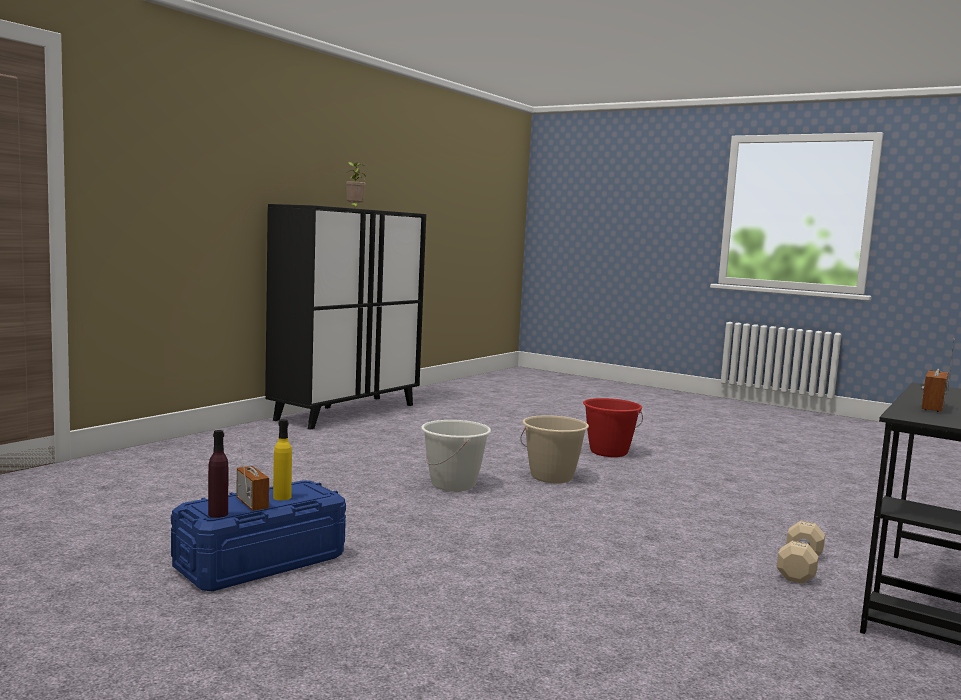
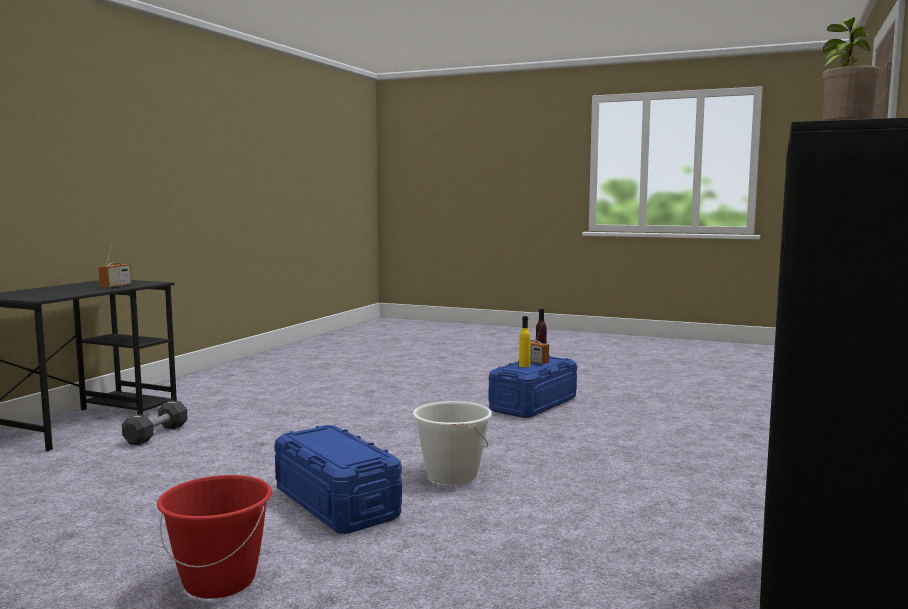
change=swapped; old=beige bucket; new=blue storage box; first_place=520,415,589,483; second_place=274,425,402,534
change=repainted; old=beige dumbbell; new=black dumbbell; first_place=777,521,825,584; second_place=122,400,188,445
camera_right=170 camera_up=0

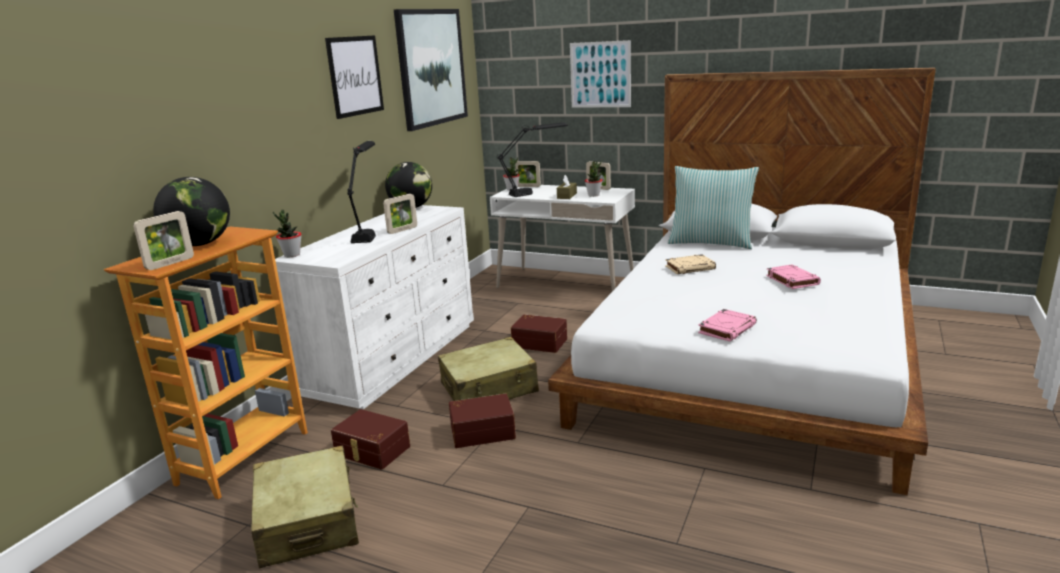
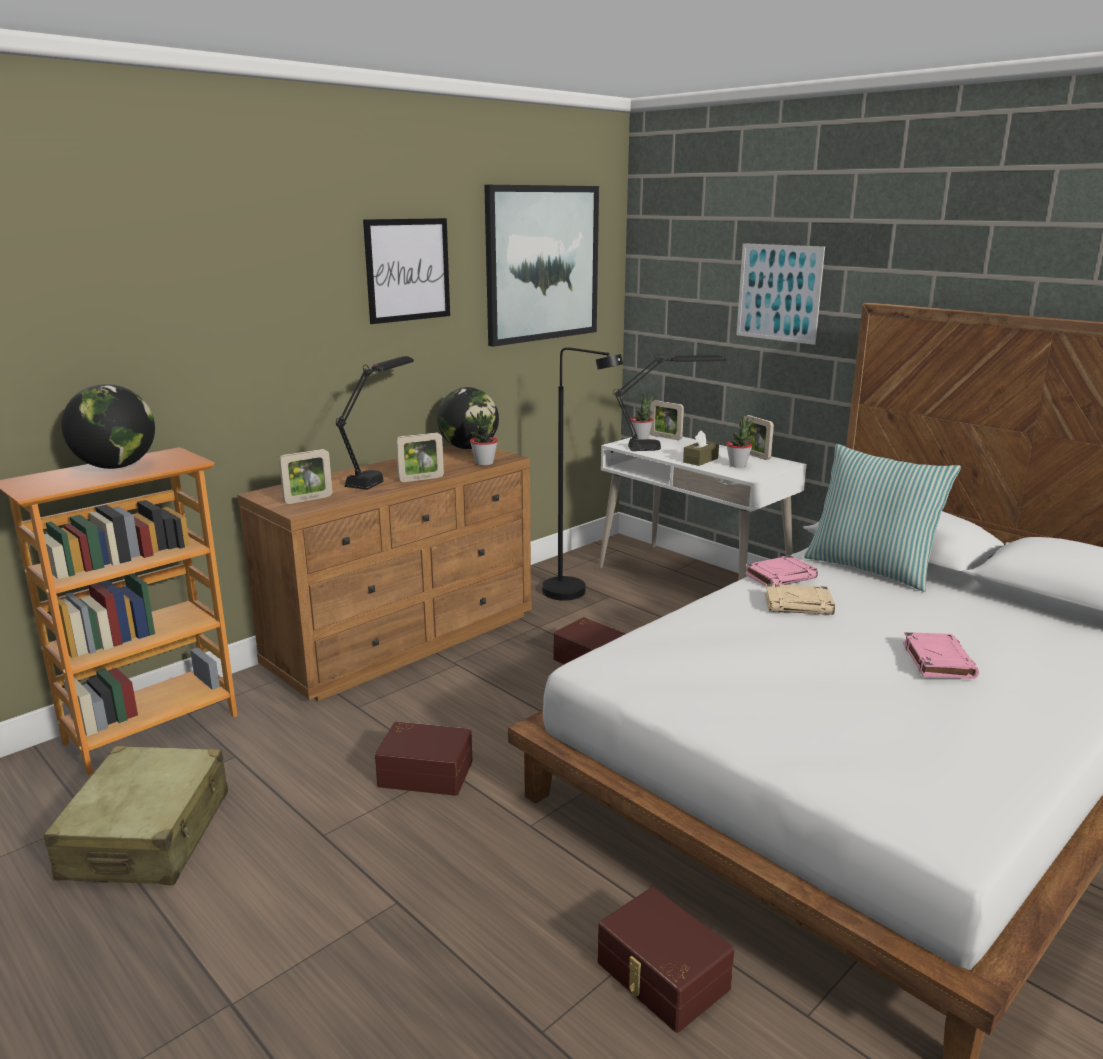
change=repainted; old=white dresser; new=brown dresser; first_place=275,205,474,409; second_place=237,445,532,701
change=shifted; old=potted plant; first_place=273,210,301,257; second_place=470,411,498,466
change=shifted; old=picture frame; first_place=133,211,194,270; second_place=279,449,332,504
change=shifted; old=pink book; first_place=698,309,757,341; second_place=745,555,818,586
change=gone; old=beige suitcase; first_place=438,337,539,401
change=shifted; old=brown storage box; first_place=331,409,410,470; second_place=598,887,734,1033
change=new; new=black floor lamp; second_place=542,347,623,601
camera_right=20 camera_up=0

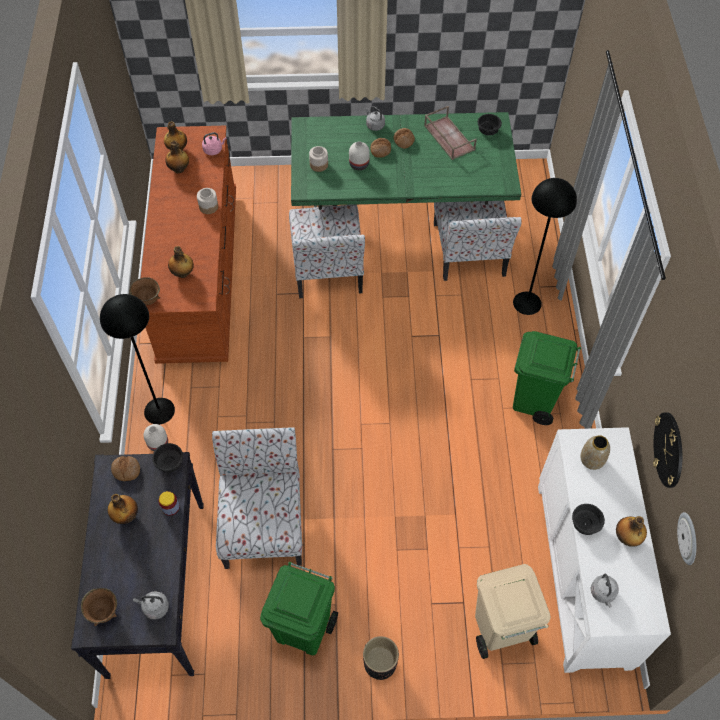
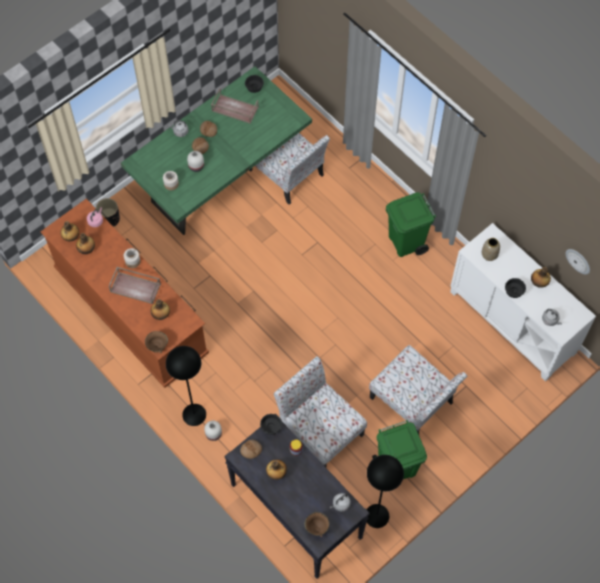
change=shifted; old=black floor lamp; first_place=513,178,577,315; second_place=366,455,404,528
change=shifted; old=chair; first_place=289,204,365,299; second_place=369,345,467,437
change=gone; old=wall clock; first_place=653,412,682,488
change=gone; old=beige trash can; first_place=475,564,551,659
change=shifted; old=black planter; first_place=363,636,399,680; second_place=96,198,120,227
change=new; new=brown tray; second_place=109,267,161,304
camera_right=-40 camera_up=5

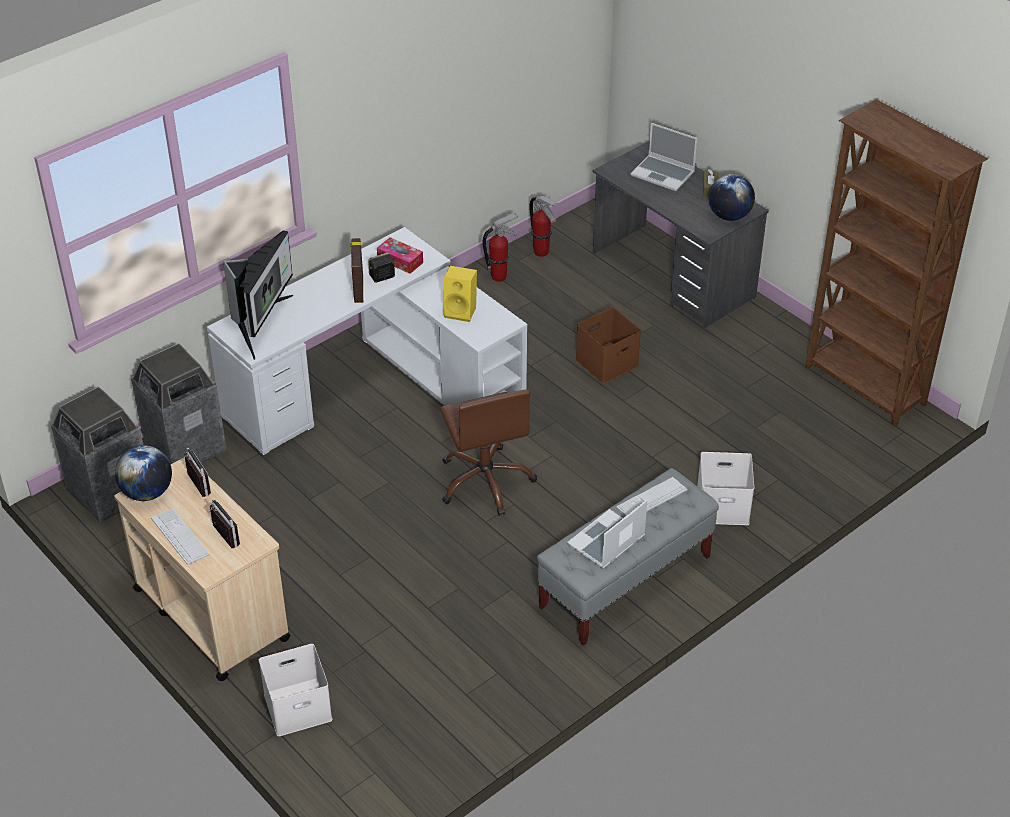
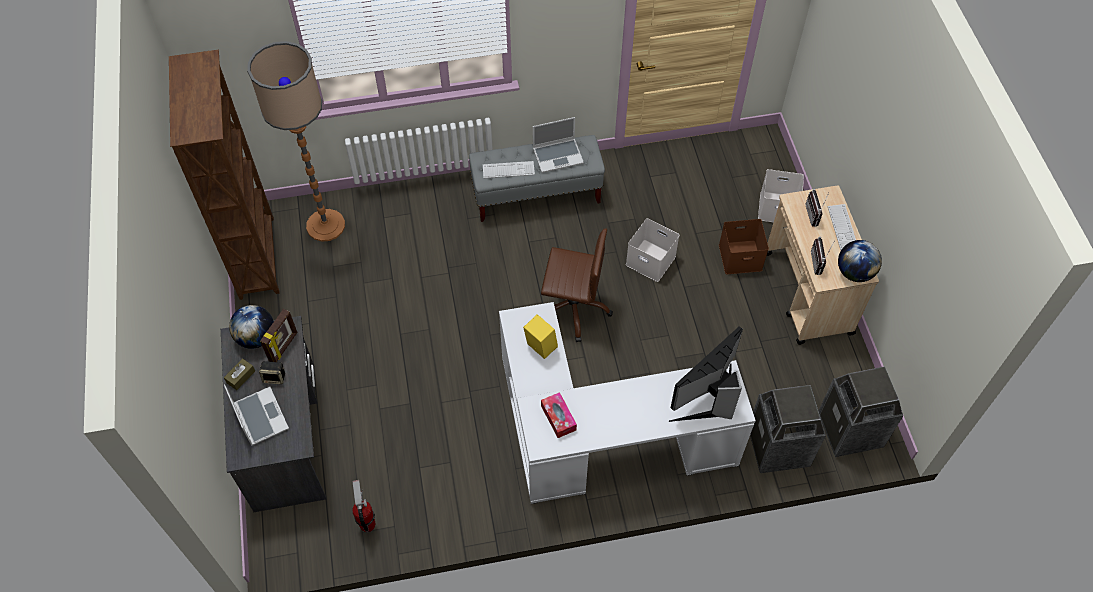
change=gone; old=fire extinguisher; first_place=483,213,518,282
change=shifted; old=picture frame; first_place=350,238,363,303; second_place=260,309,297,362
change=shifted; old=speaker; first_place=368,253,395,283; second_place=259,361,285,384
change=shifted; old=brown storage box; first_place=576,307,641,384; second_place=719,219,769,274
change=rotated; old=brown office chair; first_place=440,390,537,516; second_place=541,228,613,342; degrees=90
change=shifted; old=white storage box; first_place=697,452,754,525; second_place=626,218,680,282
change=new; new=floor lamp; second_place=247,41,345,241
camera_right=-150 camera_up=15

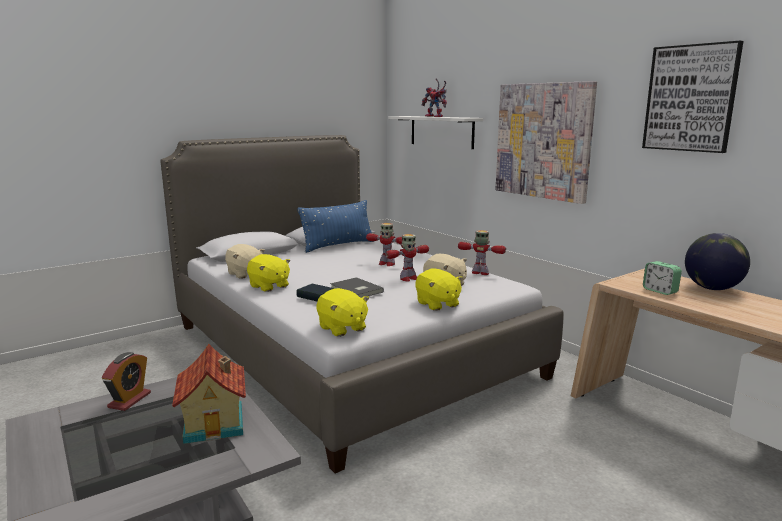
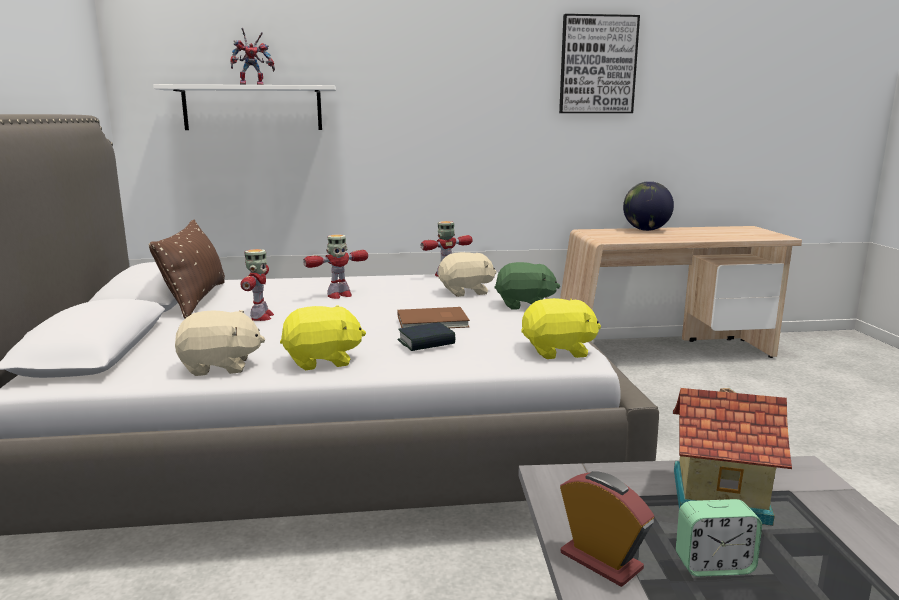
change=gone; old=picture; first_place=495,81,597,204
change=repainted; old=blue pillow; new=brown pillow; first_place=297,200,375,253; second_place=149,220,225,319
change=shifted; old=toy robot; first_place=385,234,429,281; second_place=240,249,274,321
change=shifted; old=alarm clock; first_place=643,261,682,295; second_place=676,499,762,577
change=repainted; old=yellow plush toy; new=green plush toy; first_place=415,268,463,311; second_place=494,262,560,310
change=repainted; old=grey book; new=brown book; first_place=330,277,384,298; second_place=398,307,470,328
camera_right=-60 camera_up=0

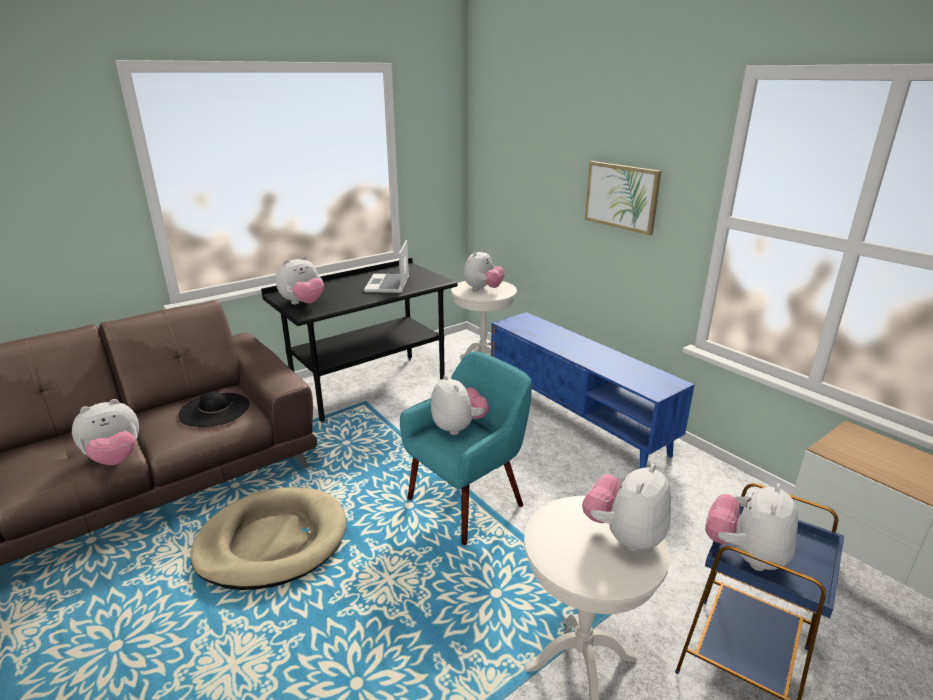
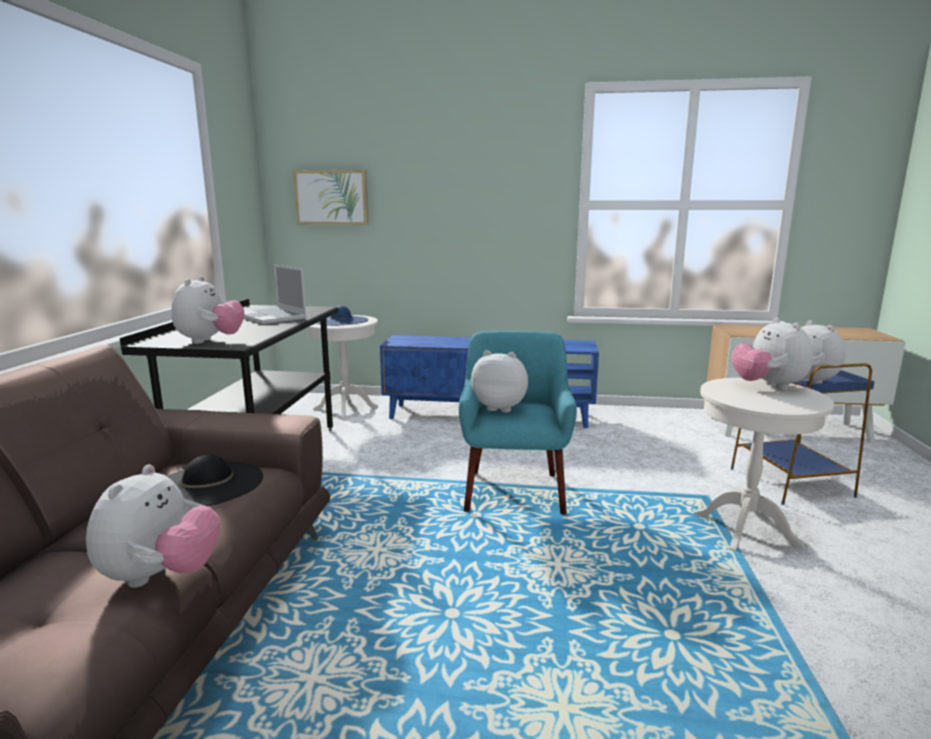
change=shifted; old=picture; first_place=585,161,662,235; second_place=293,170,368,225
change=swapped; old=plush toy; new=blue hat; first_place=464,249,505,291; second_place=317,305,368,326
change=gone; old=beige dog bed; first_place=190,487,347,590
camera_right=-45 camera_up=-10

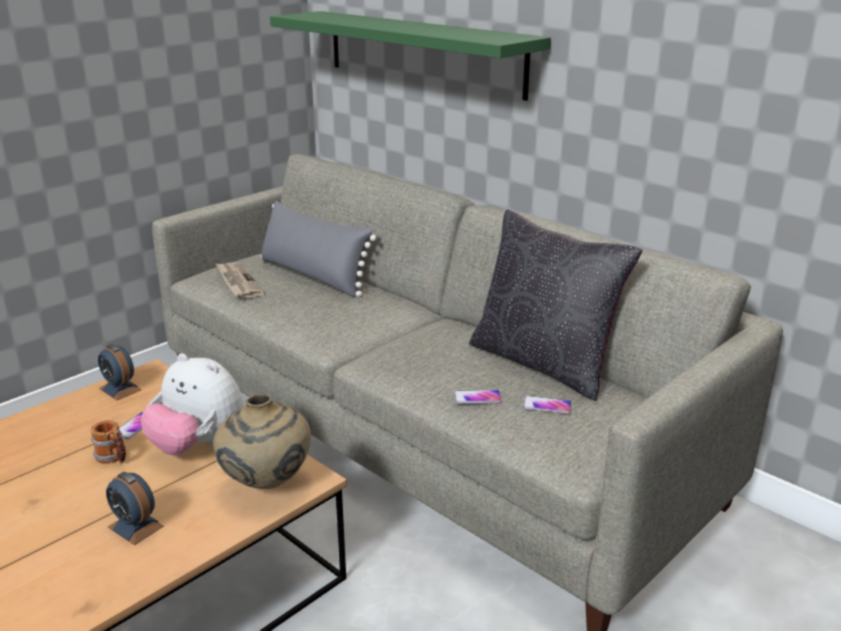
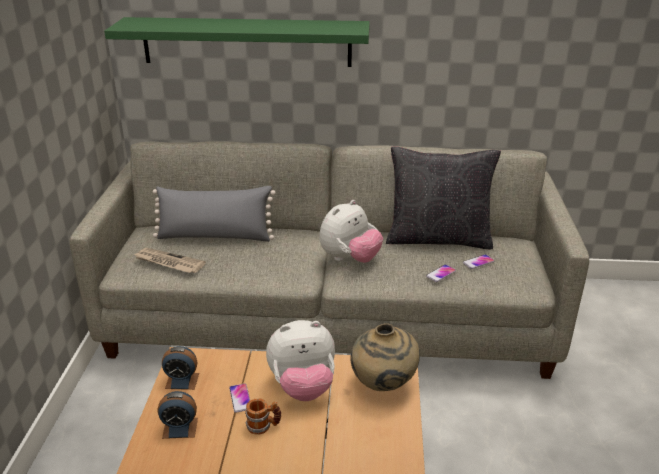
change=shifted; old=alarm clock; first_place=106,472,164,545; second_place=158,391,198,439
change=new; new=plush toy; second_place=319,200,383,263
camera_right=-40 camera_up=5

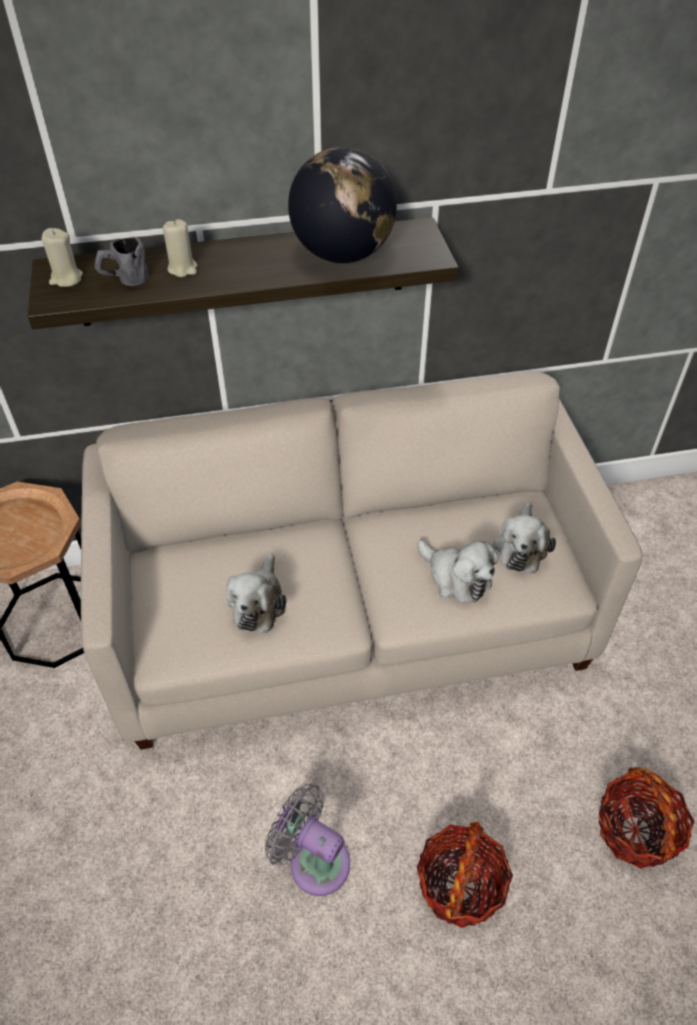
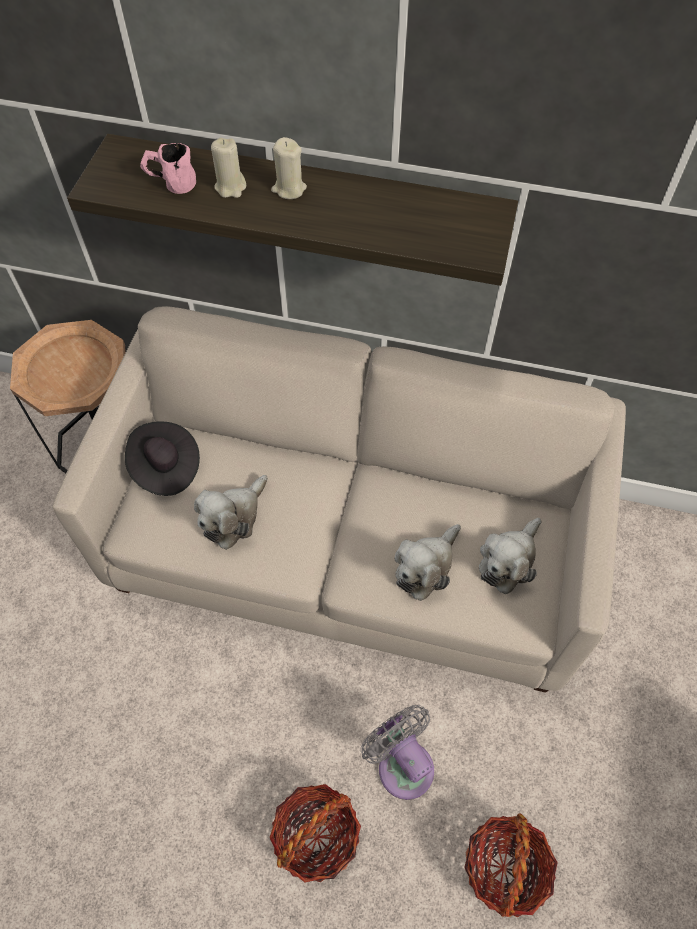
change=gone; old=globe; first_place=288,147,397,263
change=shifted; old=beige candle; first_place=42,228,83,287; second_place=271,137,307,199
change=repainted; old=grey mug; new=pink mug; first_place=95,237,149,286; second_place=140,143,196,194
change=rotated; old=plush toy; first_place=417,540,499,603; second_place=395,524,461,601; degrees=60
change=shifted; old=grey fan; first_place=265,784,350,896; second_place=361,705,434,800
change=new; new=black hat; second_place=125,421,200,496
camera_right=25 camera_up=10

